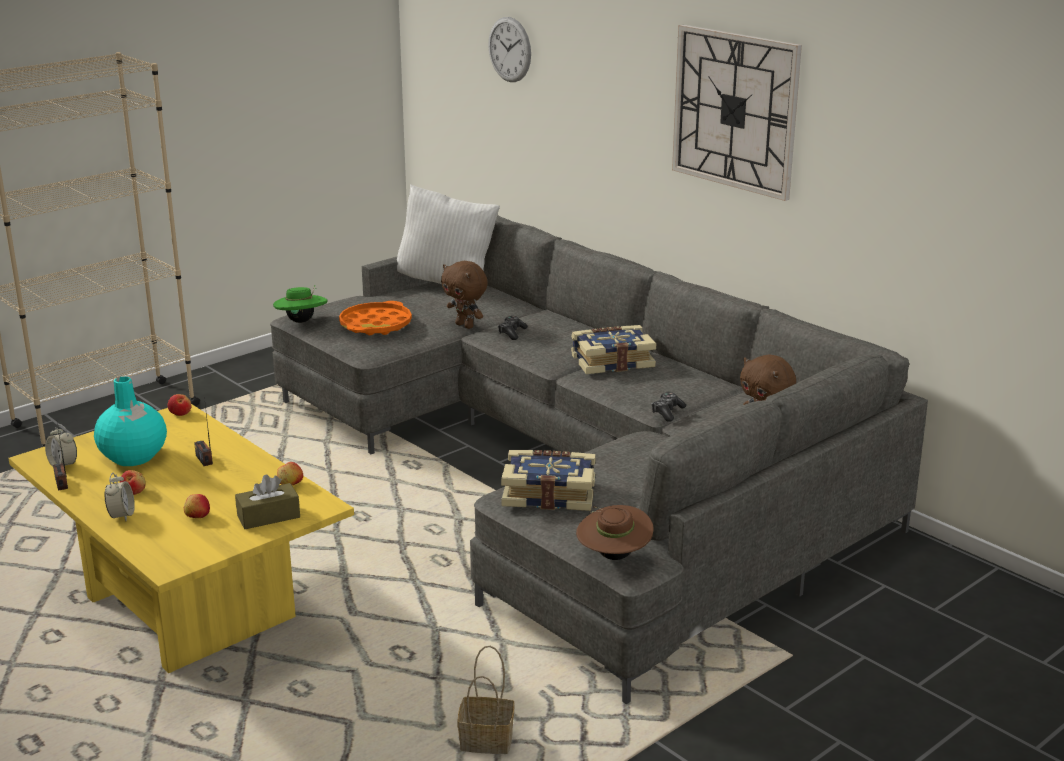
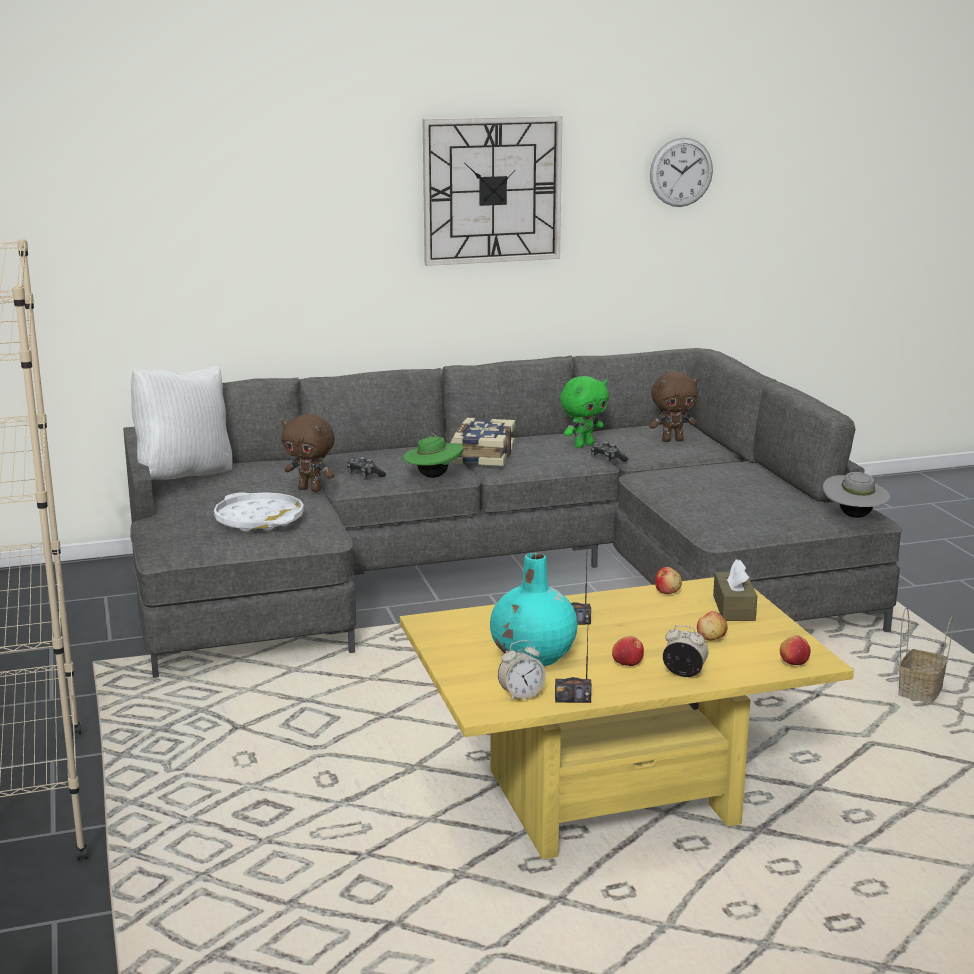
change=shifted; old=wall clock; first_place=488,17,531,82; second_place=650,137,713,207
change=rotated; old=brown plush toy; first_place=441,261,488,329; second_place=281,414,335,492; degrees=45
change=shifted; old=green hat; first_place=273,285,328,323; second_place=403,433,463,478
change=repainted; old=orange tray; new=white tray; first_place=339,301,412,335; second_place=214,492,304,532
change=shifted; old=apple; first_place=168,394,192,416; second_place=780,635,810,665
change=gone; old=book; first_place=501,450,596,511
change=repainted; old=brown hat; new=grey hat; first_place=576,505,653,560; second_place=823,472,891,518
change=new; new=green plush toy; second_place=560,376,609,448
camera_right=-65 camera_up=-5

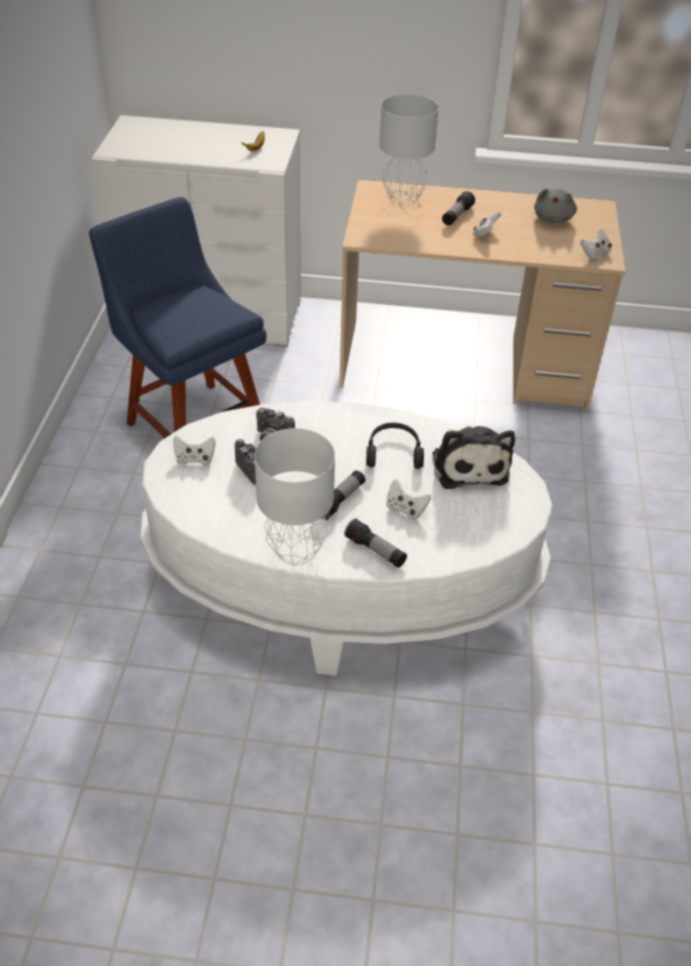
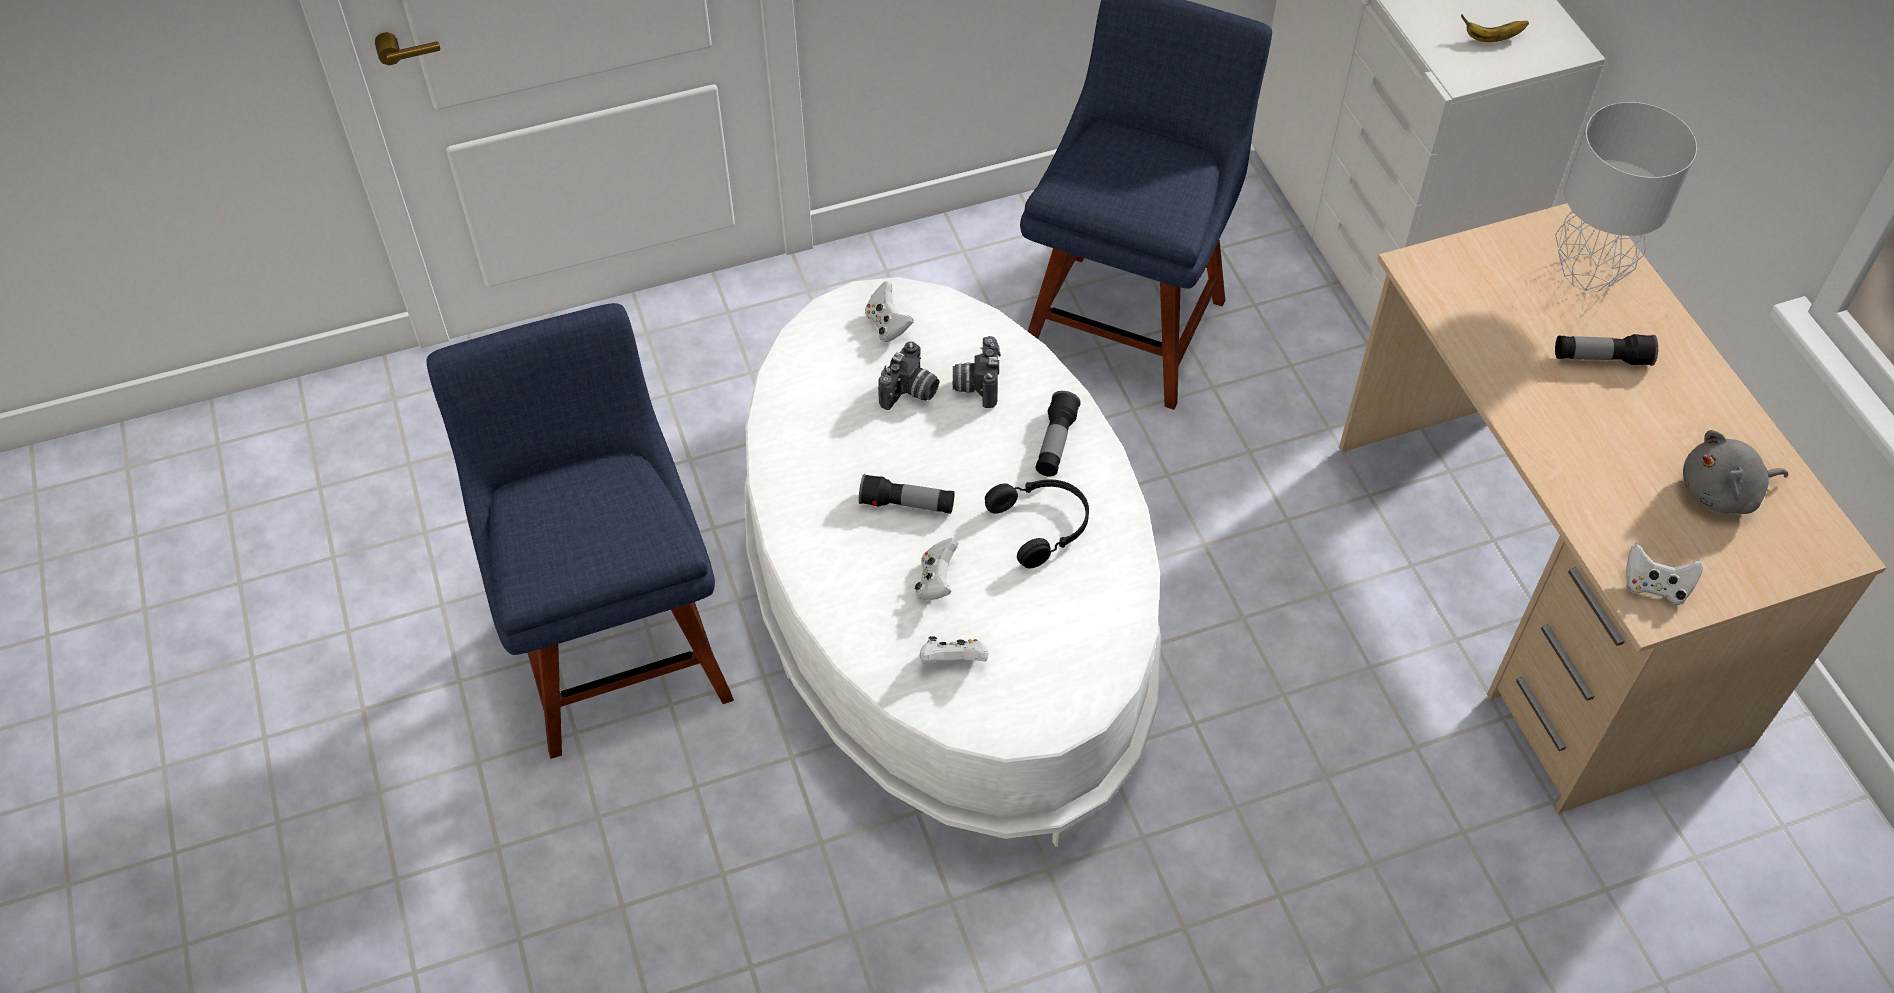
change=shifted; old=white game controller; first_place=473,211,501,238; second_place=920,636,989,664
change=gone; old=plush toy; first_place=432,426,515,489
change=gone; old=grey table lamp; first_place=254,428,335,565
change=shifted; old=flashlight; first_place=344,519,407,568; second_place=1035,391,1081,476
change=new; new=blue chair; second_place=427,303,734,759
camera_right=65 camera_up=10

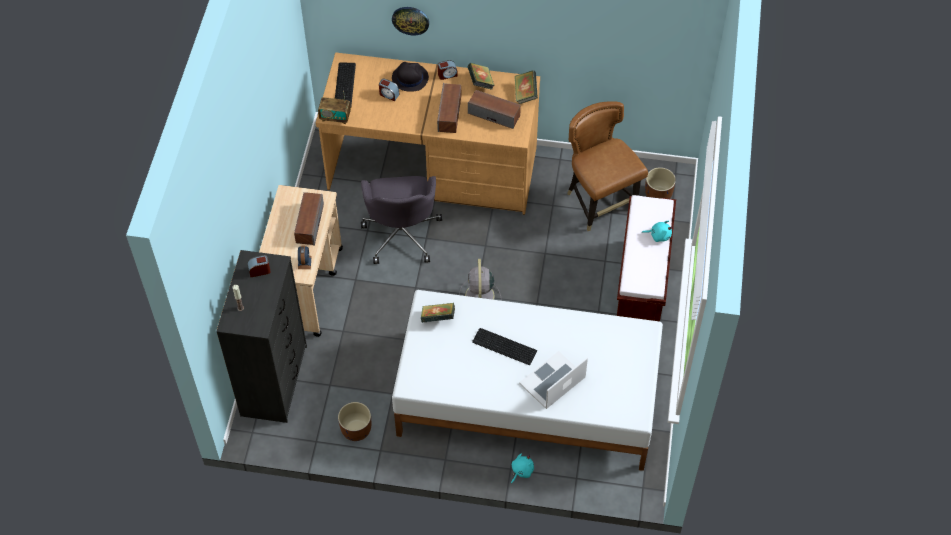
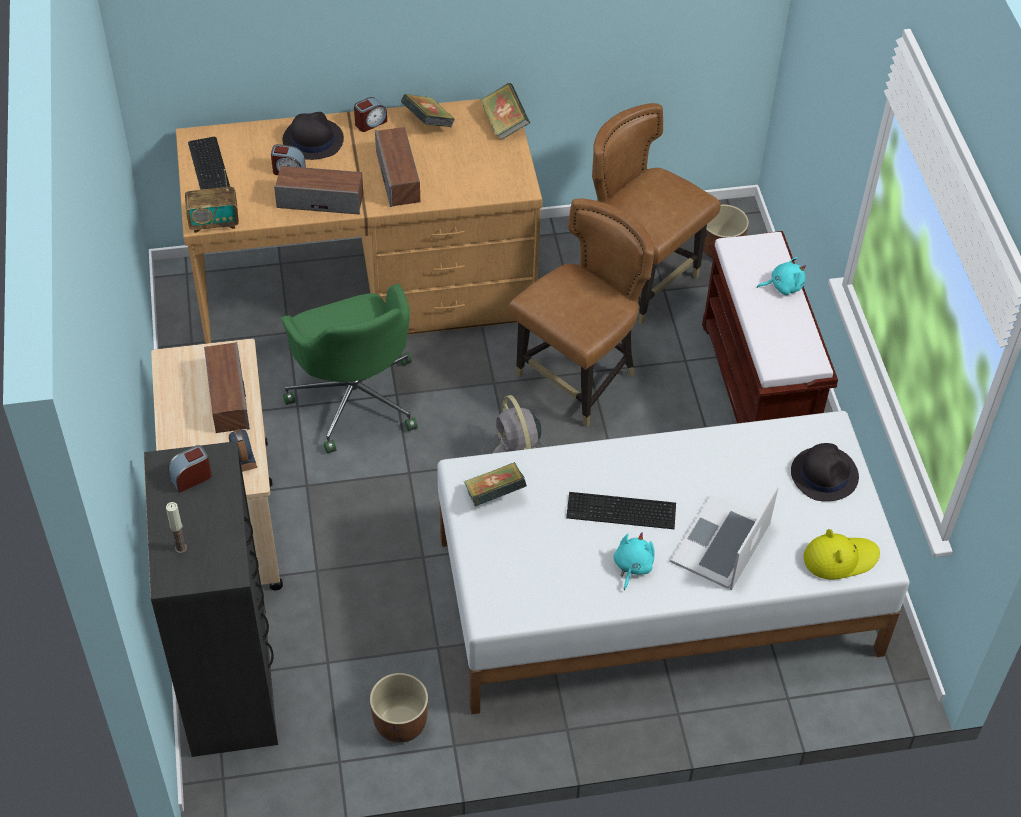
change=gone; old=wall clock; first_place=392,7,429,36
change=shifted; old=speaker; first_place=468,90,521,129; second_place=274,166,363,214
change=repainted; old=grey office chair; new=green office chair; first_place=361,176,442,264; second_place=281,284,418,454
change=shifted; old=turquoise plush toy; first_place=511,453,534,484; second_place=614,533,655,591
change=new; new=brown chair; second_place=508,199,654,427
change=new; new=black hat; second_place=791,443,859,501
change=new; new=yellow hat; second_place=804,529,880,580
camera_right=-20 camera_up=-5

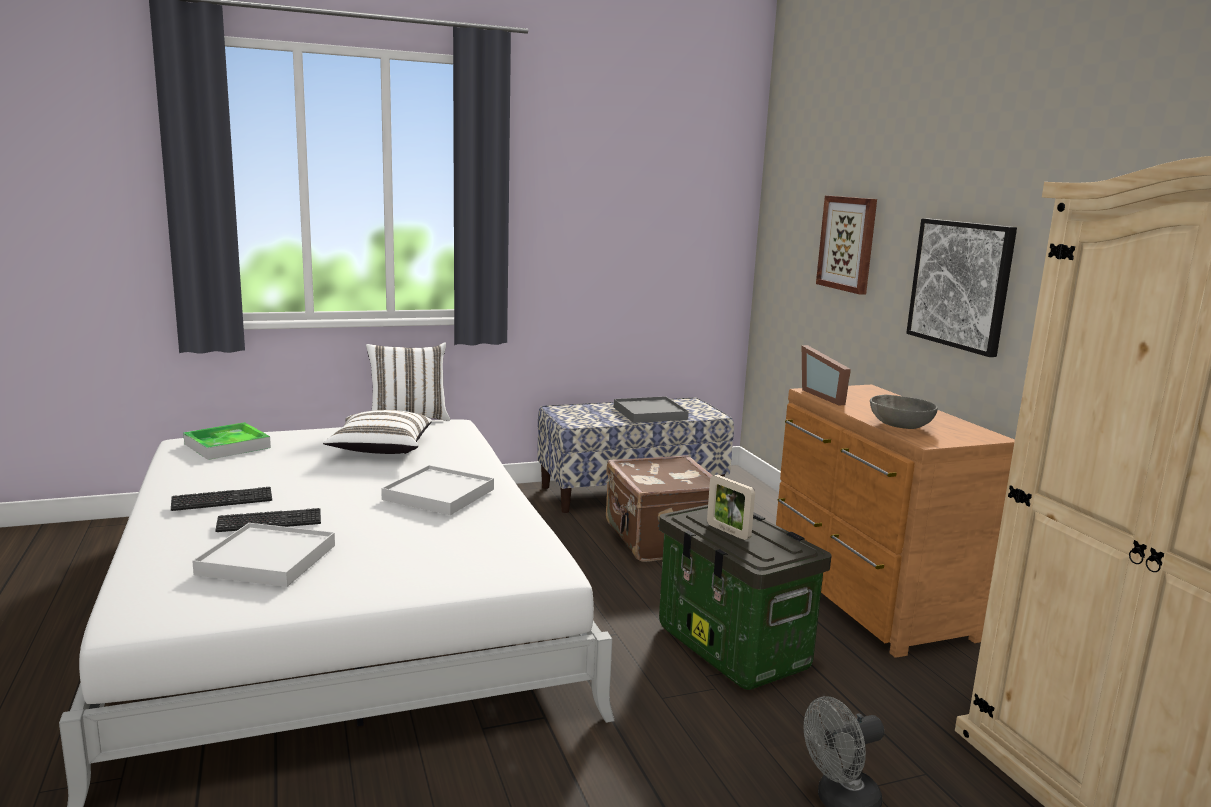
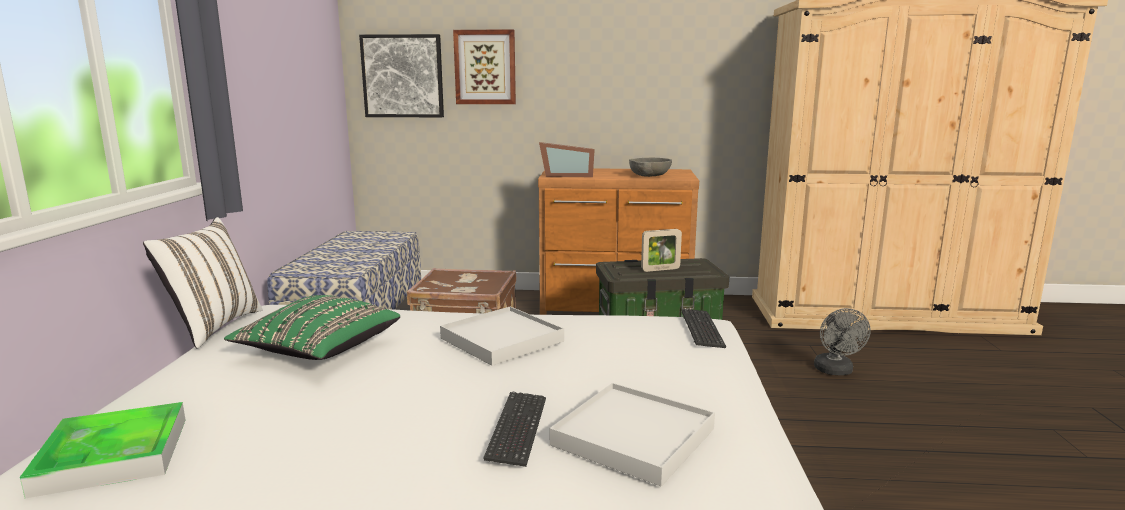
change=shifted; old=picture; first_place=906,218,1017,357; second_place=359,34,444,117
change=gone; old=grey tray; first_place=614,397,689,423
change=repainted; old=white pillow; new=green pillow; first_place=323,410,432,454; second_place=224,295,400,360
change=shifted; old=keyboard; first_place=171,487,272,511; second_place=682,309,726,348
camera_right=-65 camera_up=0

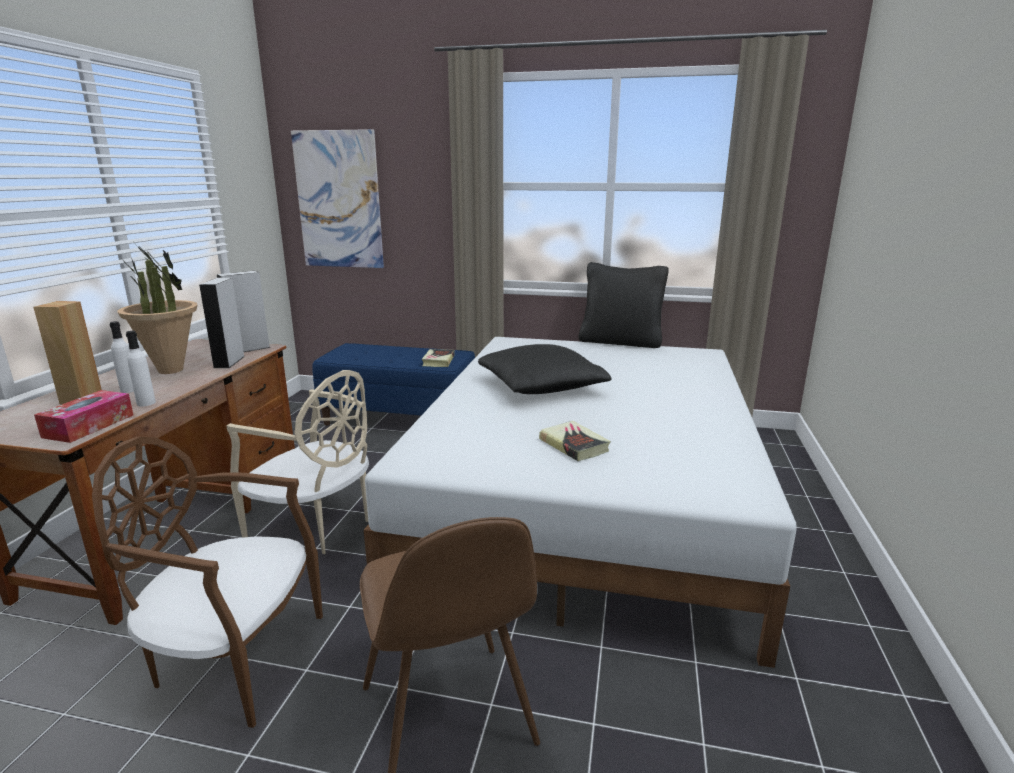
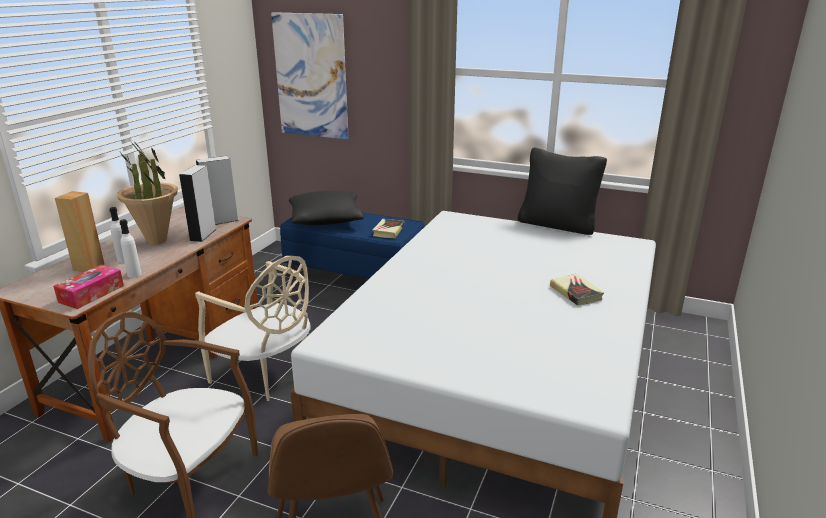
change=shifted; old=black pillow; first_place=478,344,611,394; second_place=289,191,364,225
change=shifted; old=book; first_place=539,421,611,461; second_place=550,274,604,306
camera_right=10 camera_up=5

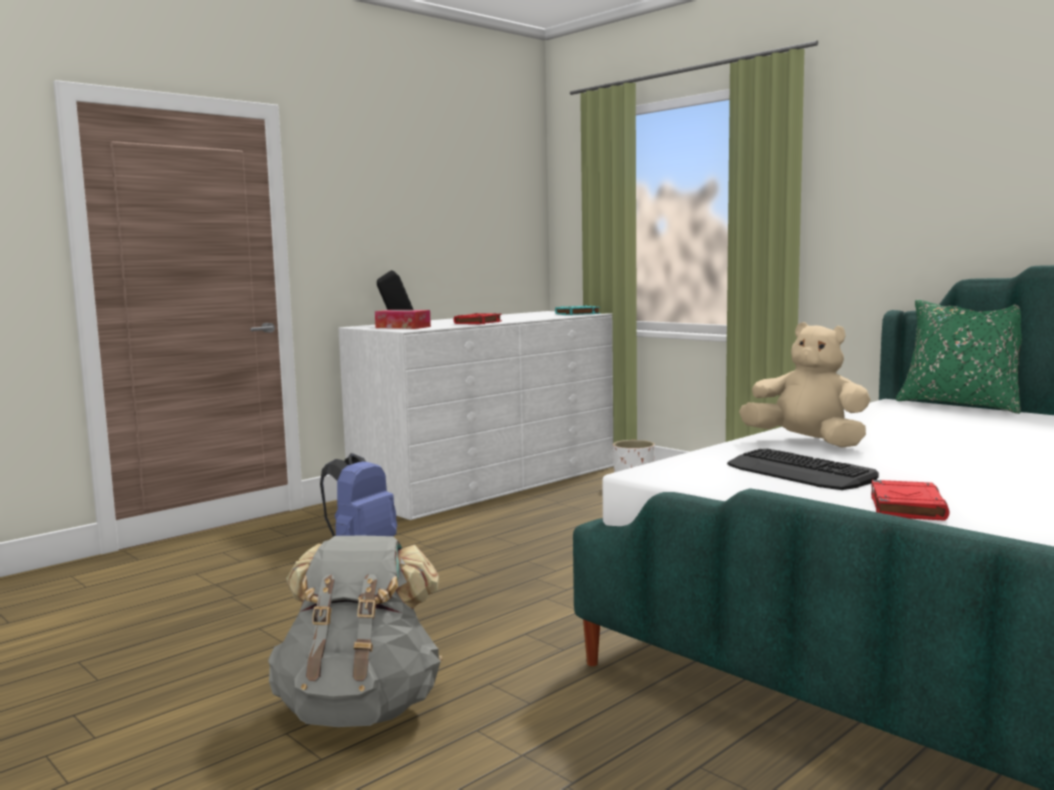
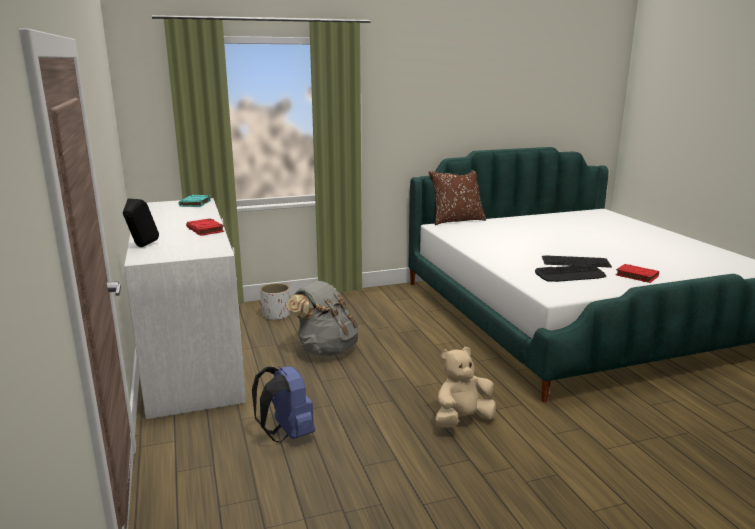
change=repainted; old=green pillow; new=brown pillow; first_place=896,300,1022,414; second_place=429,170,486,225
change=gone; old=tissue box; first_place=375,310,431,329
change=shifted; old=beige plush toy; first_place=739,322,871,448; second_place=435,347,496,428
change=shifted; old=grey backpack; first_place=268,536,443,727; second_place=286,281,359,356
change=new; new=keyboard; second_place=542,255,612,268
camera_right=-65 camera_up=10

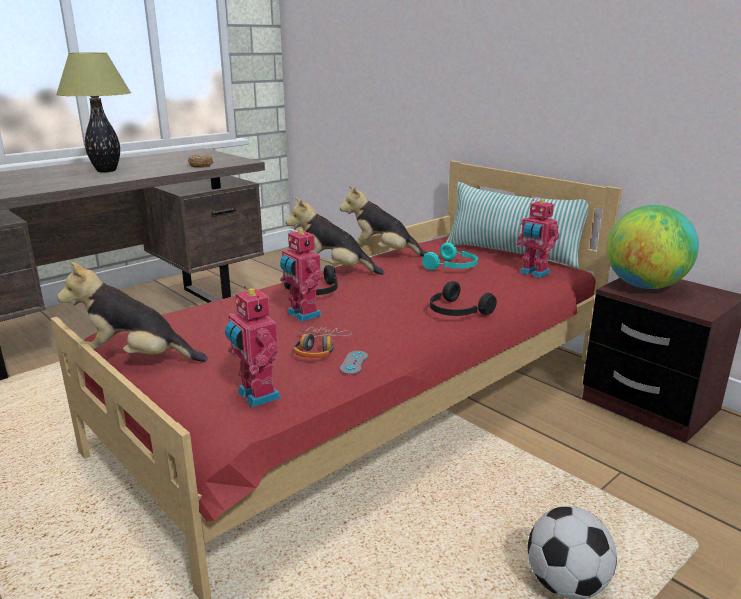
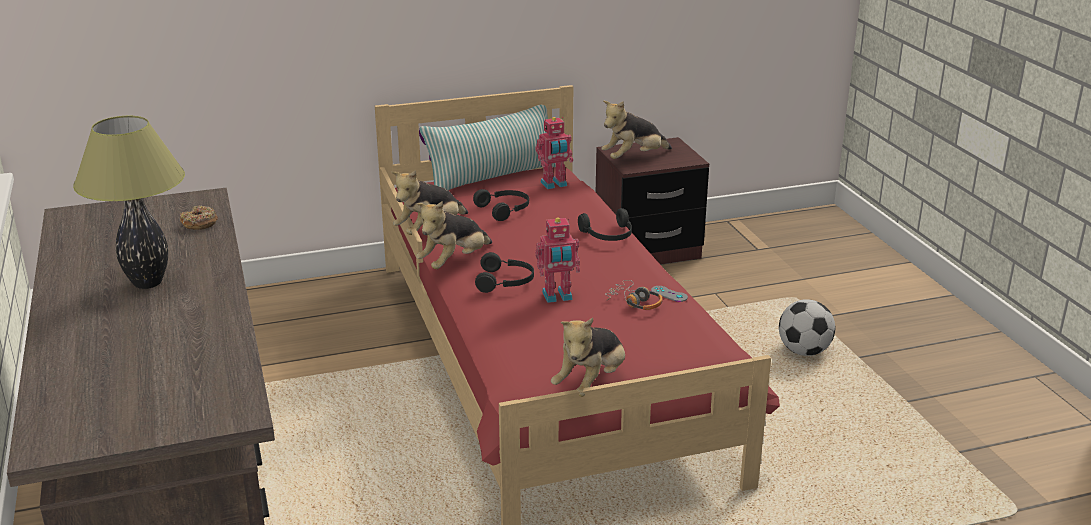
change=swapped; old=globe; new=plush toy; first_place=607,205,699,289; second_place=602,101,672,159
change=repainted; old=turquoise headphones; new=black headphones; first_place=422,243,478,270; second_place=473,189,529,221
change=gone; old=toy robot; first_place=225,286,281,407
camera_right=-65 camera_up=5

